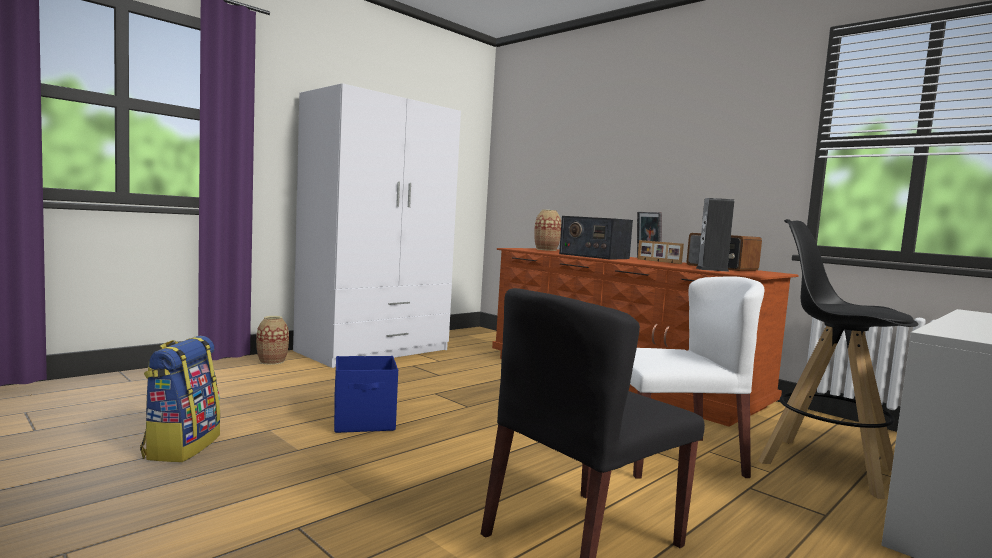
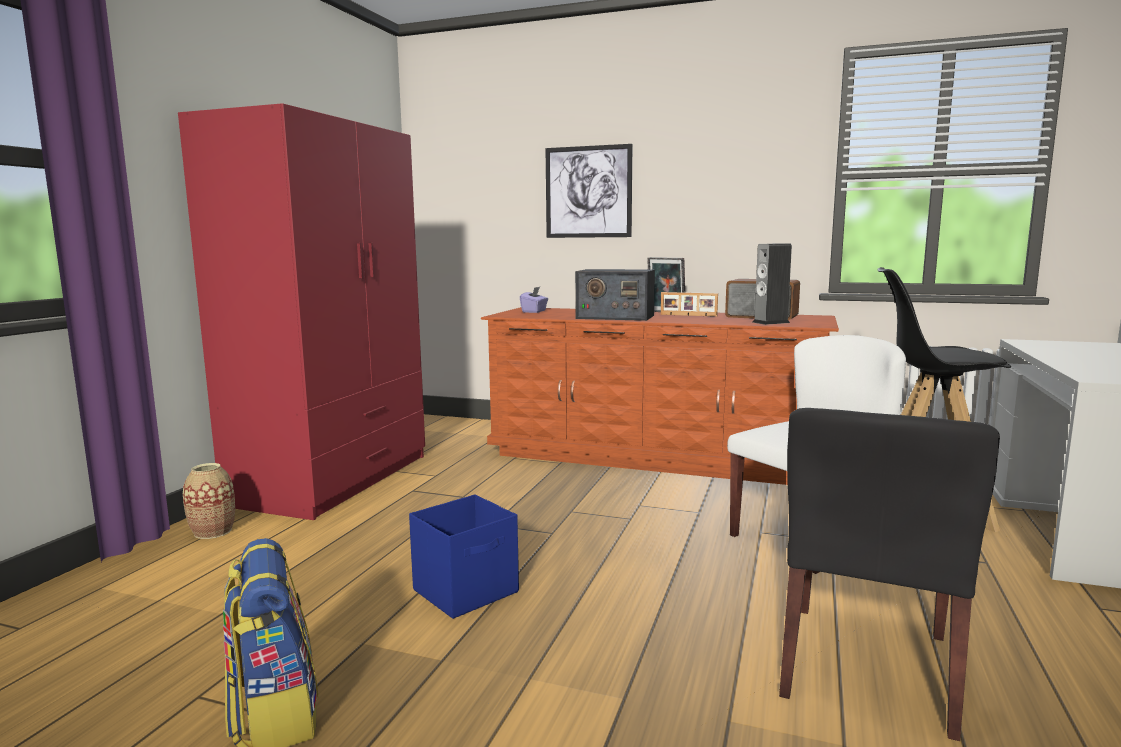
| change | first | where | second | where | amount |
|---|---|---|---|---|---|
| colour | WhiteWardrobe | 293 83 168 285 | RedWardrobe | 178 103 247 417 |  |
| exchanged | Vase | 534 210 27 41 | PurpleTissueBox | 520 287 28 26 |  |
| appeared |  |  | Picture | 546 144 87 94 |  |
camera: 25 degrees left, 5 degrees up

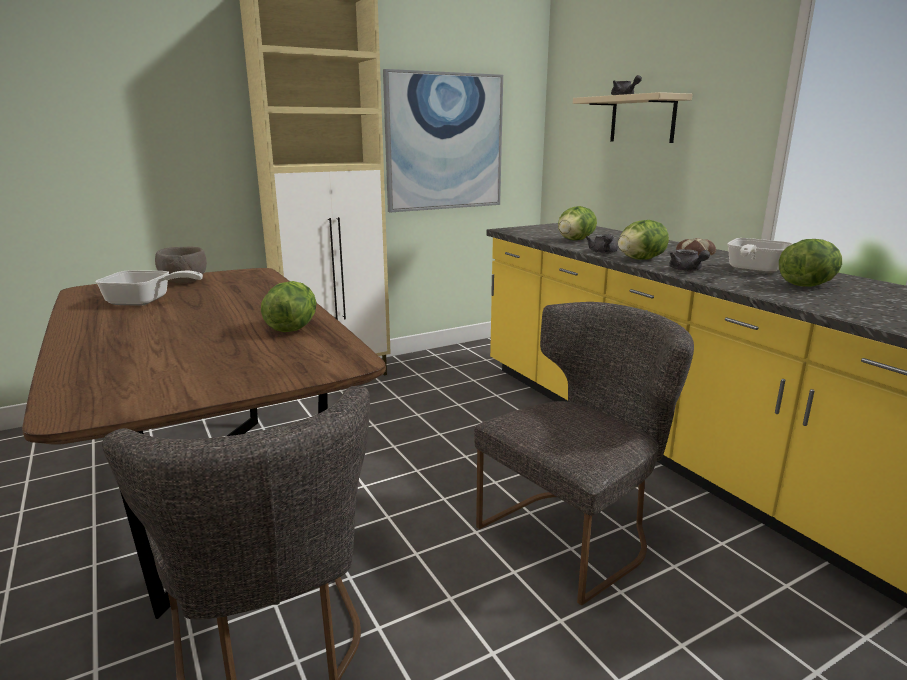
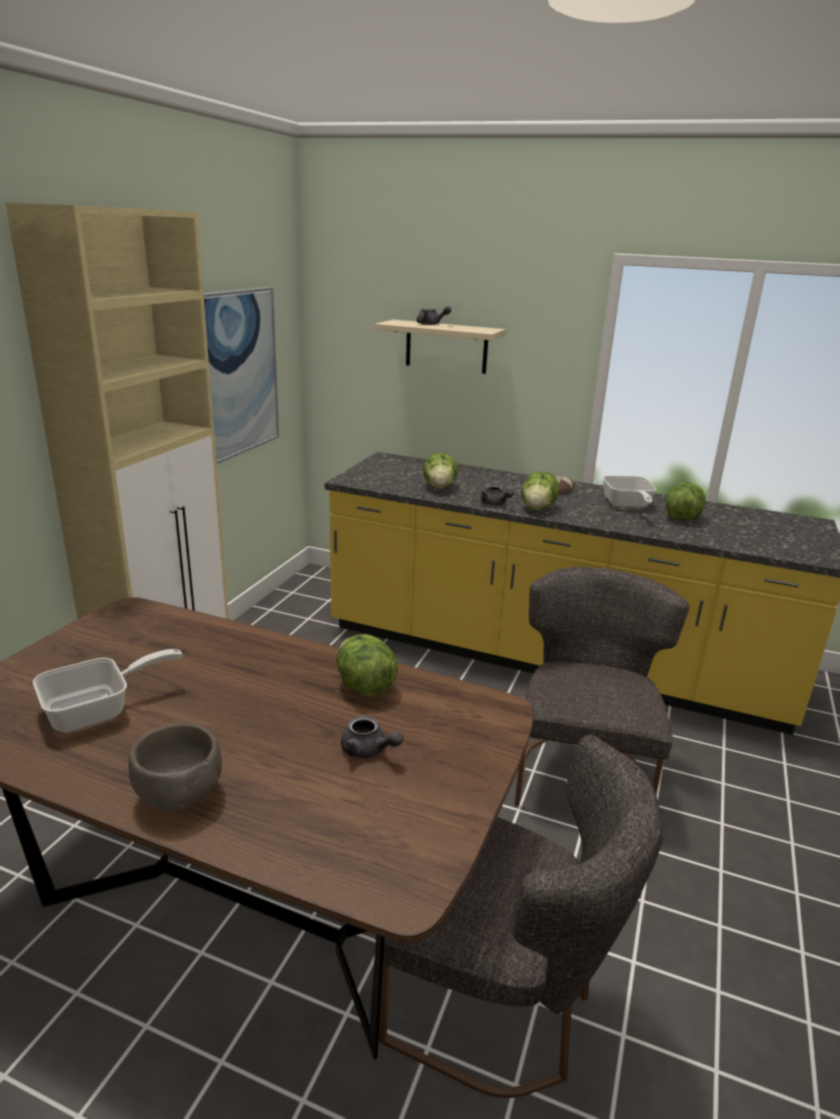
| change | first | where | second | where | amount |
|---|---|---|---|---|---|
| relocated | BrownBowl | 155 247 52 36 |  | 128 723 94 88 |  |
| relocated | GreyTeapot | 669 249 41 22 |  | 341 716 62 42 |  |
camera: 40 degrees left, 5 degrees up

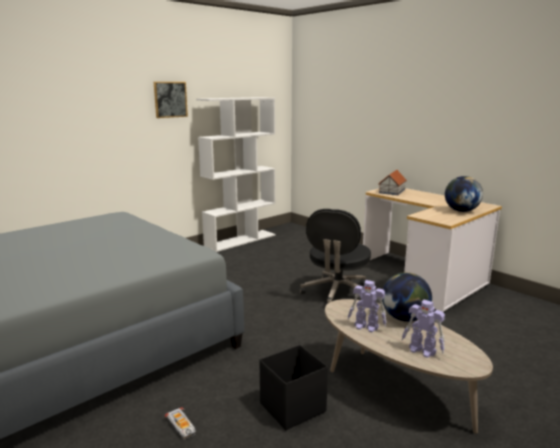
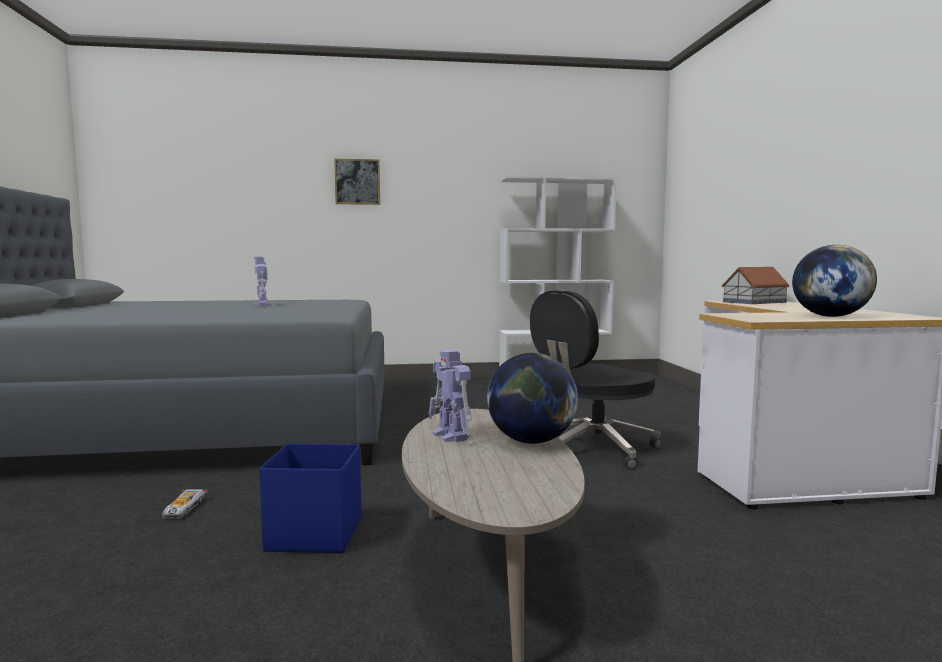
| change | first | where | second | where | amount |
|---|---|---|---|---|---|
| relocated | Picture | 154 82 34 36 |  | 334 159 46 46 |  |
| relocated | ToyRobot | 402 300 43 58 |  | 254 257 17 49 |  |
| colour | BlackStorageBox | 260 345 68 85 | BlueStorageBox | 259 444 103 109 |  |
camera: 35 degrees right, 10 degrees down

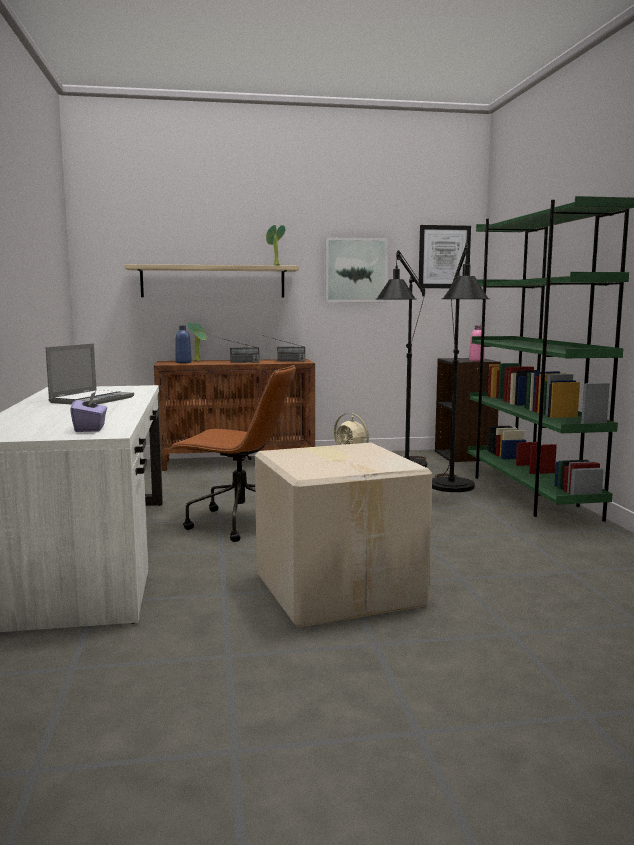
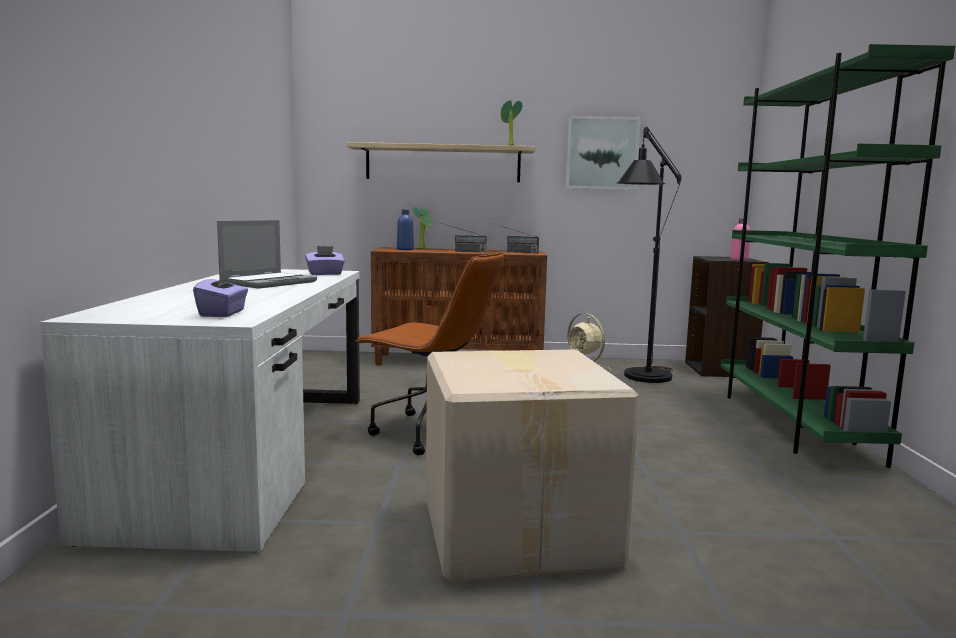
| change | first | where | second | where | amount |
|---|---|---|---|---|---|
| missing | Picture | 418 225 53 63 |  |  |  |
| missing | BlackFloorLamp | 432 243 58 249 |  |  |  |
| appeared |  |  | PurpleTissueBox | 305 246 40 29 |  |
camera: 10 degrees right, 0 degrees up

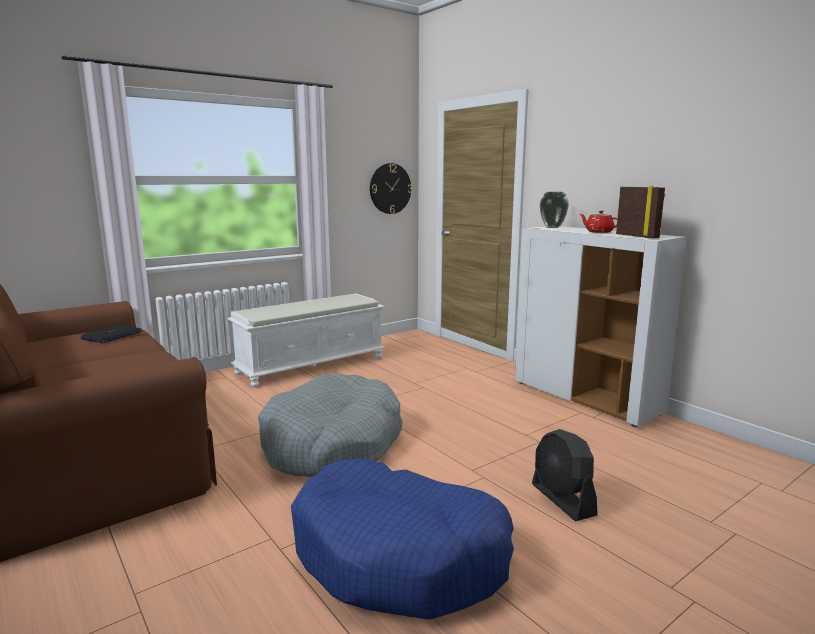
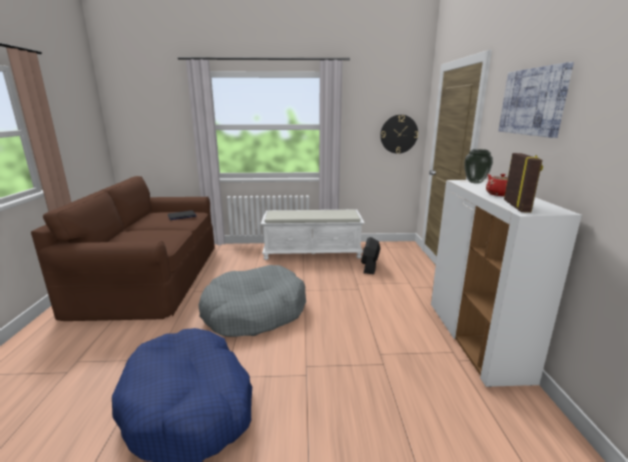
| change | first | where | second | where | amount |
|---|---|---|---|---|---|
| relocated | BlackFan | 532 429 65 92 |  | 361 237 19 37 |  |
| appeared |  |  | Picture | 498 62 76 76 |  |
camera: 35 degrees right, 5 degrees up

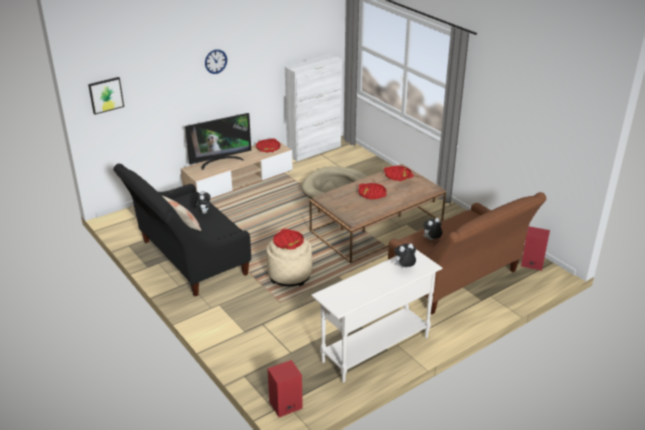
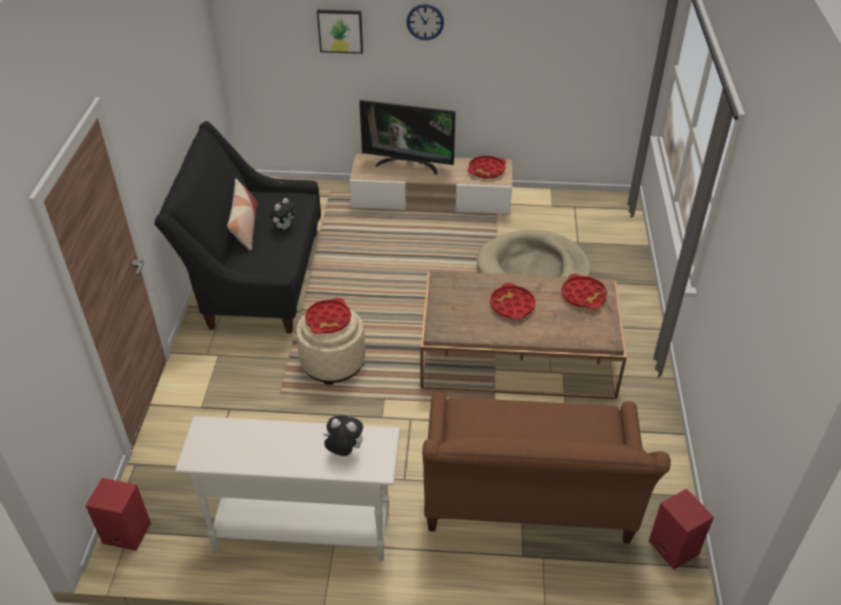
| change | first | where | second | where | amount |
|---|---|---|---|---|---|
| missing | WhiteCabinet | 285 54 57 107 |  |  |  |
| relocated | Picture | 88 77 36 38 |  | 317 10 46 44 |  |
| missing | PlushToy | 423 218 19 22 |  |  |  |
camera: 40 degrees right, 10 degrees up

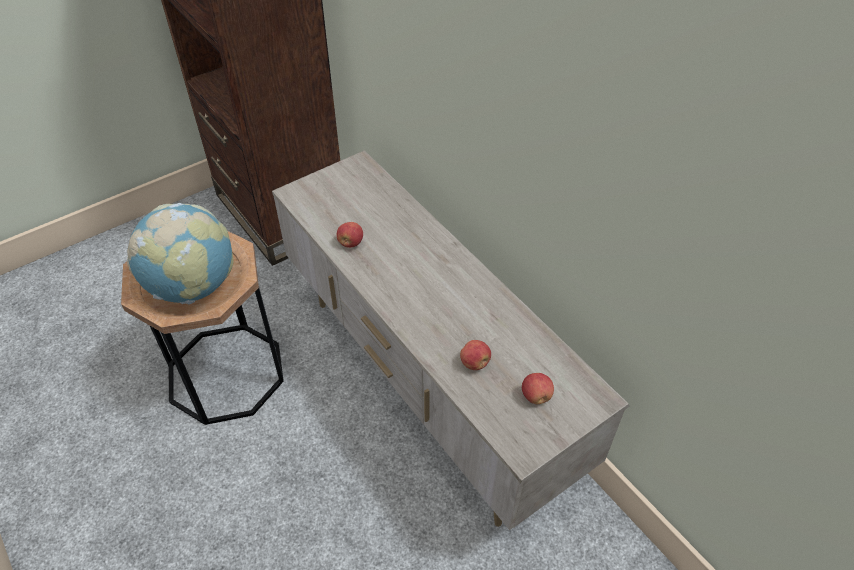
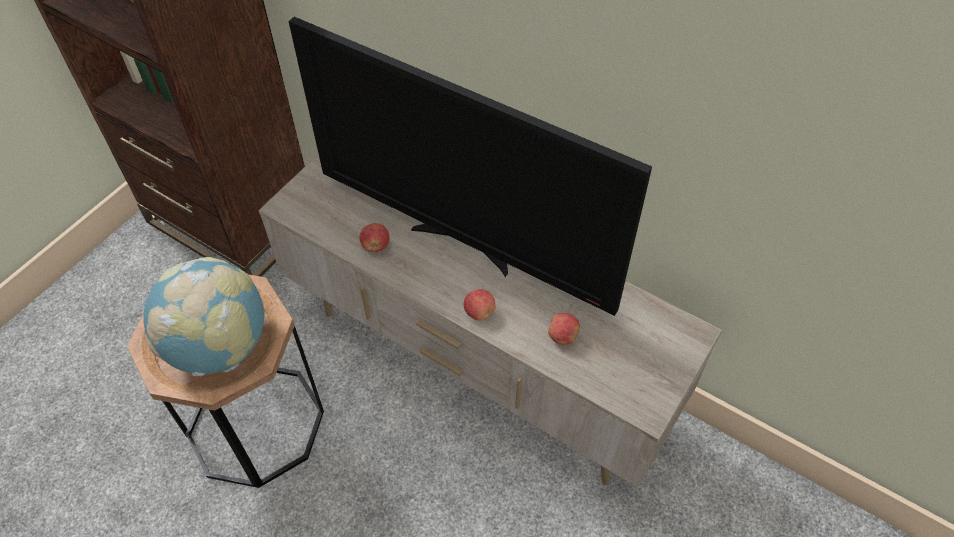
| change | first | where | second | where | amount |
|---|---|---|---|---|---|
| relocated | Apple | 522 373 32 31 |  | 464 289 32 31 |  |
| appeared |  |  | Television | 289 17 363 299 |  |
camera: 20 degrees left, 5 degrees up

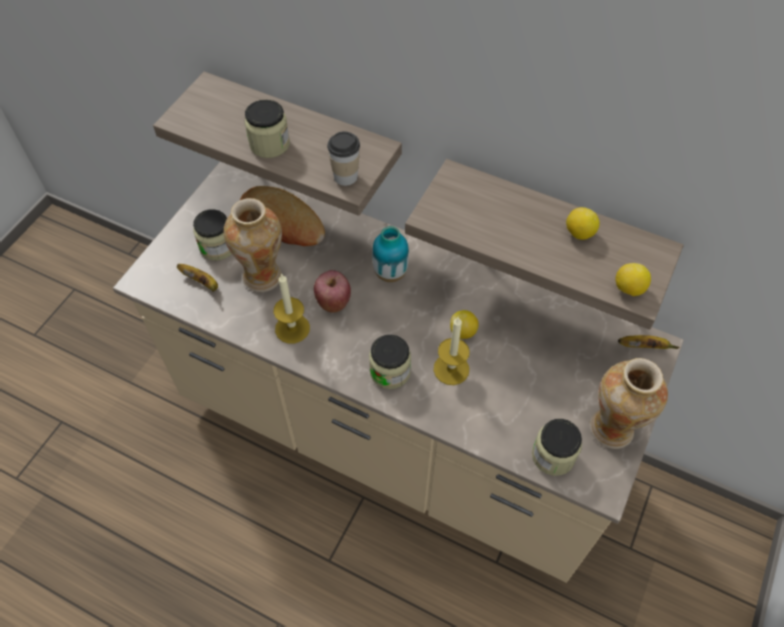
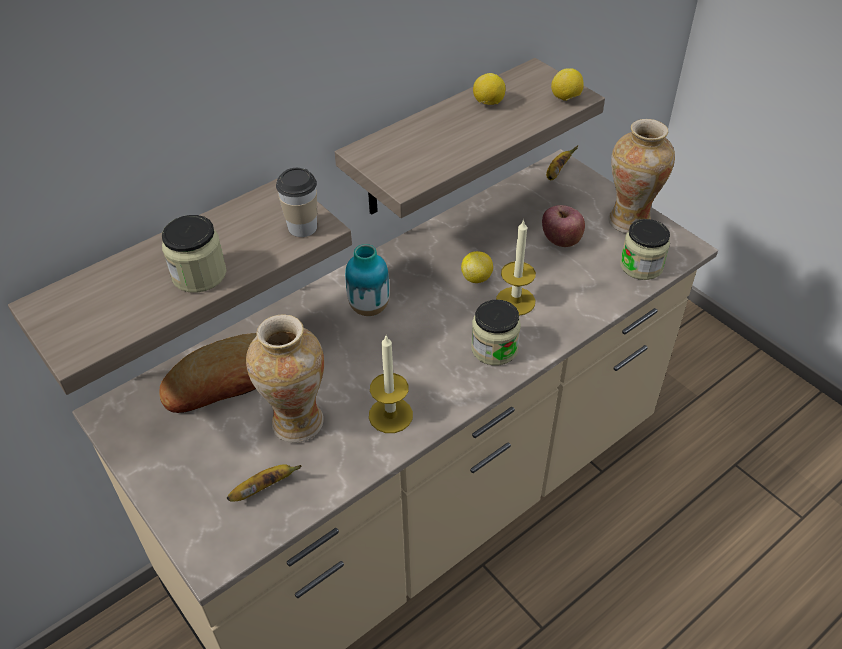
| change | first | where | second | where | amount |
|---|---|---|---|---|---|
| missing | Jar | 193 209 39 52 |  |  |  |
| relocated | Apple | 314 270 37 43 |  | 542 205 43 42 |  |
camera: 65 degrees left, 10 degrees down

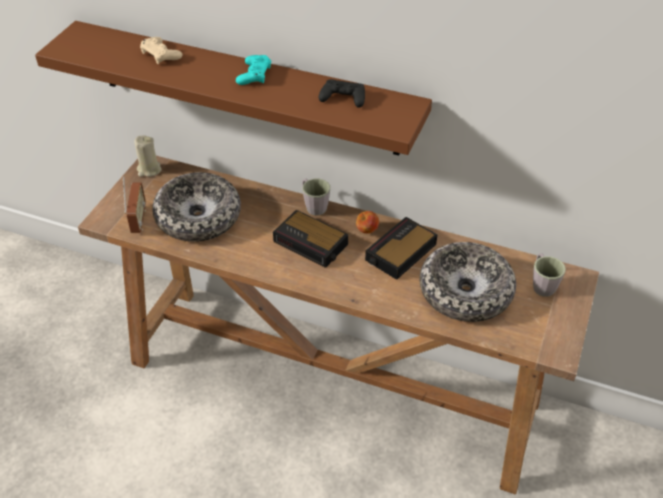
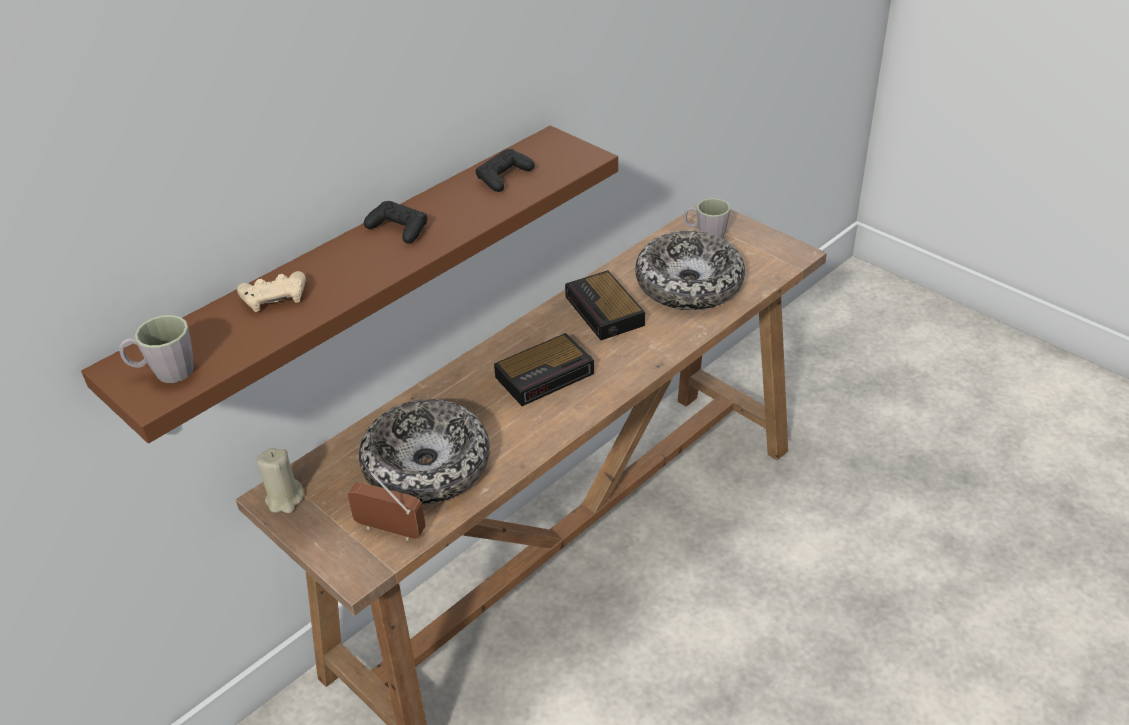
| change | first | where | second | where | amount |
|---|---|---|---|---|---|
| colour | TurquoiseGameController | 236 55 35 30 | BlackGameController | 364 201 63 43 |  |
| relocated | GreyMug | 302 179 28 37 |  | 119 315 75 68 |  |
| missing | Apple | 356 211 23 22 |  |  |  |
camera: 65 degrees left, 5 degrees down

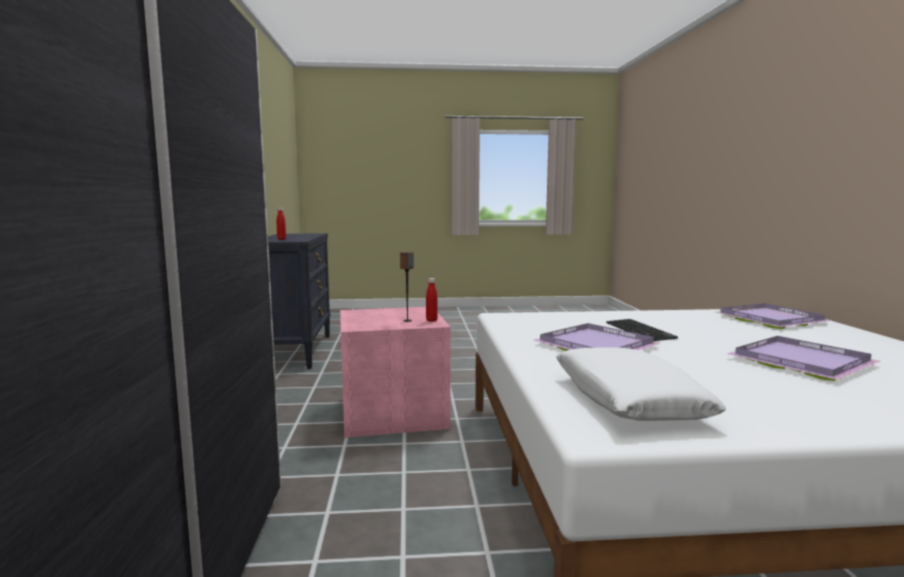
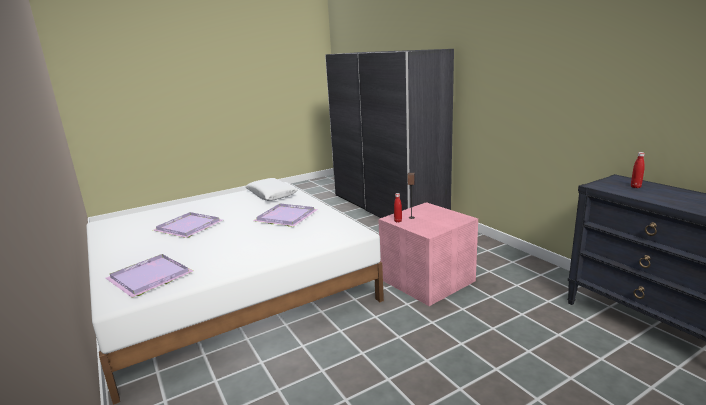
| change | first | where | second | where | amount |
|---|---|---|---|---|---|
| missing | Keyboard | 606 319 72 22 |  |  |  |
camera: 155 degrees right, 10 degrees up

